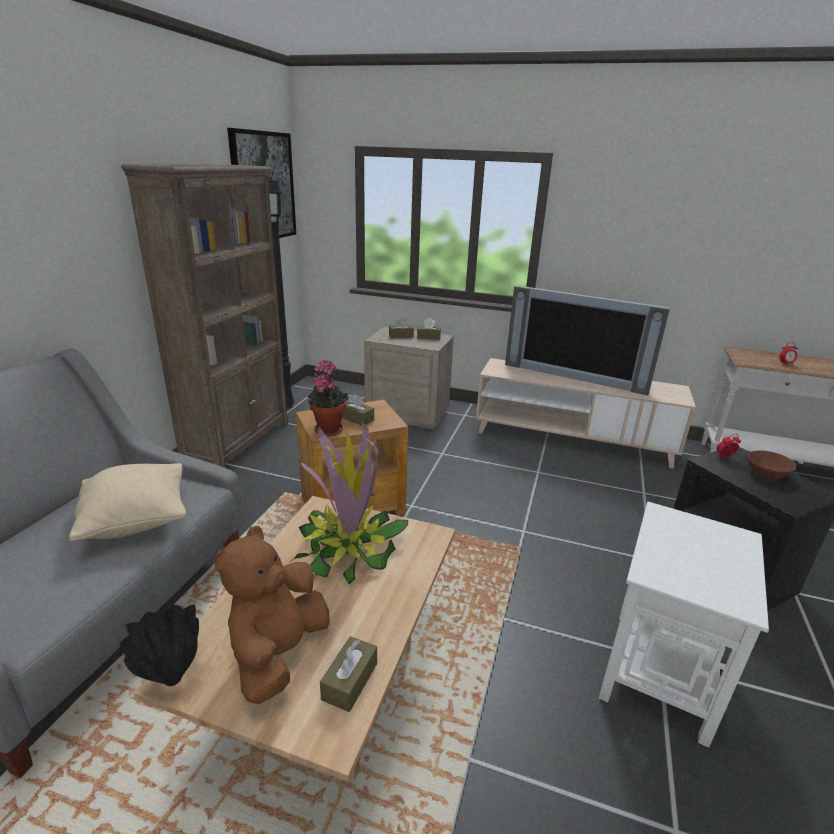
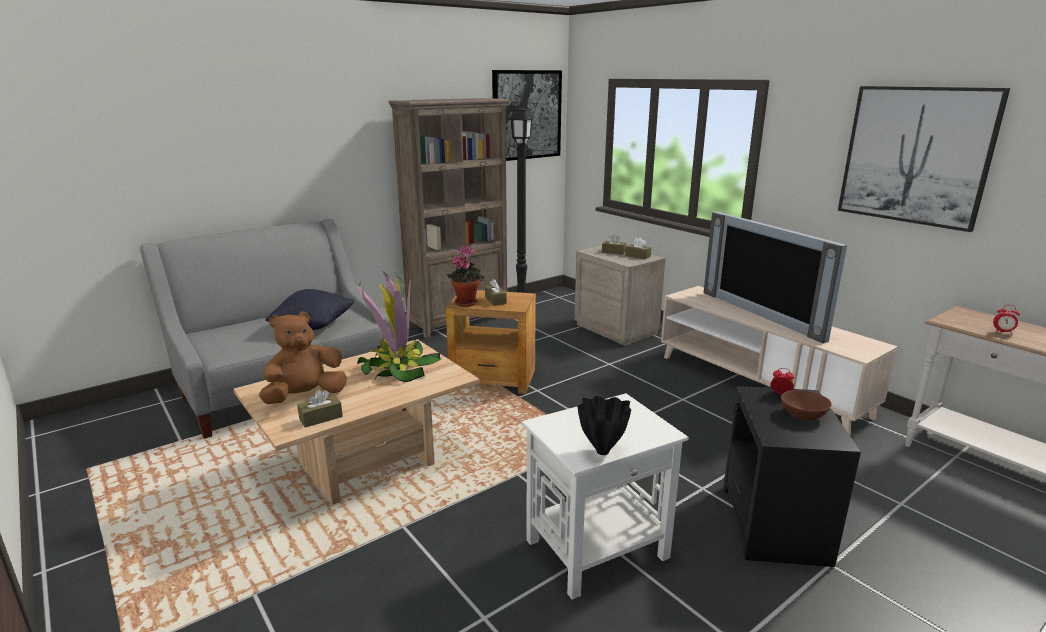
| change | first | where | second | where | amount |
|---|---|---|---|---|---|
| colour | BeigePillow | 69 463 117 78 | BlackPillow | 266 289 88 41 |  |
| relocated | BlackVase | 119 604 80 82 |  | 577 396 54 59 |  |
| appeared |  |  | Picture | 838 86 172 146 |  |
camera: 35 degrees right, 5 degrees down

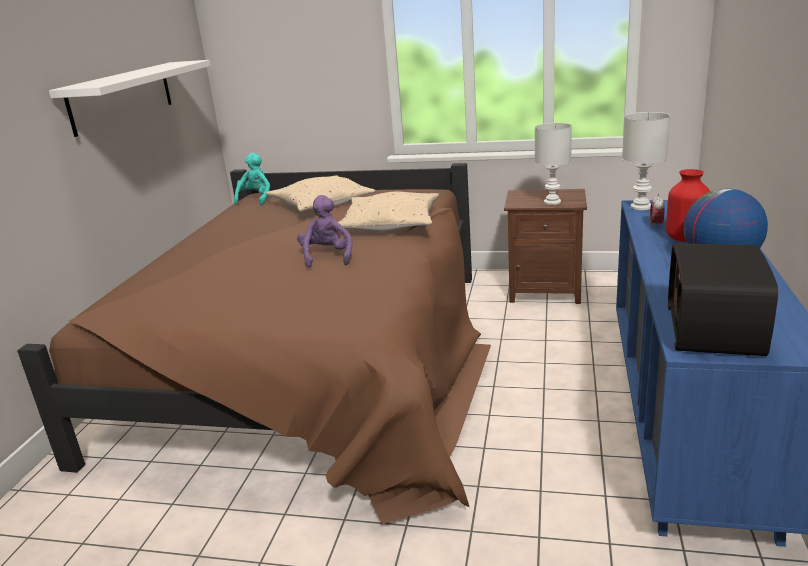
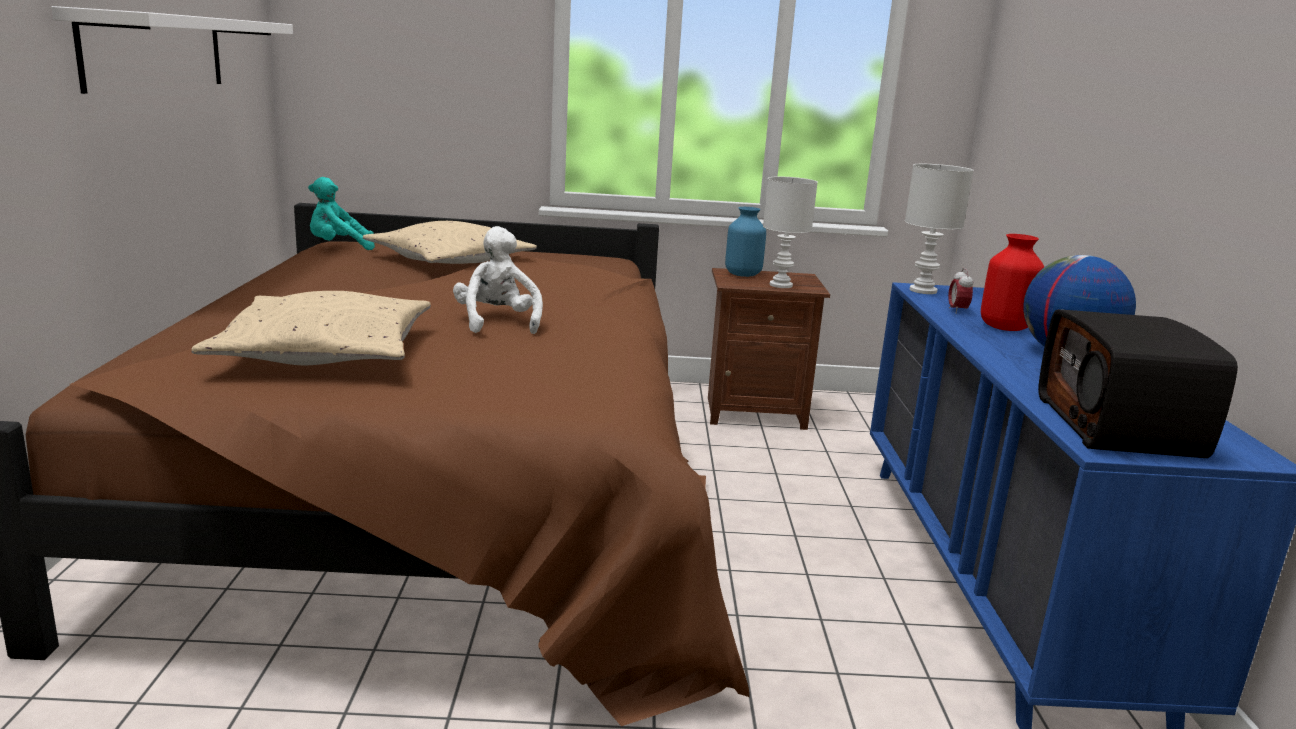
| change | first | where | second | where | amount |
|---|---|---|---|---|---|
| spun | TurquoisePlushToy | 234 153 36 52 |  | 308 177 67 73 | 105 degrees counterclockwise |
| relocated | BeigePillow | 338 192 101 39 |  | 191 291 240 74 |  |
| colour | PurplePlushToy | 297 195 55 73 | WhitePlushToy | 453 226 90 108 |  |
| appeared |  |  | BlueVase | 725 207 41 70 |  |
camera: 15 degrees left, 5 degrees down

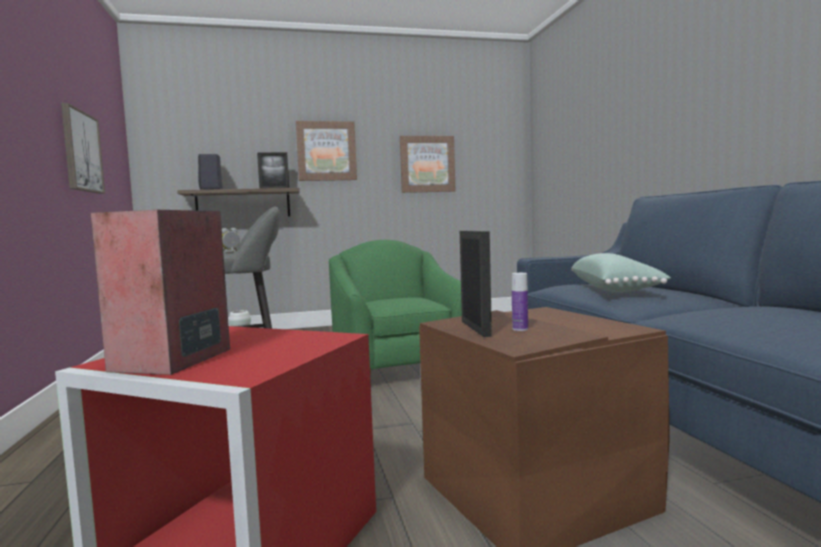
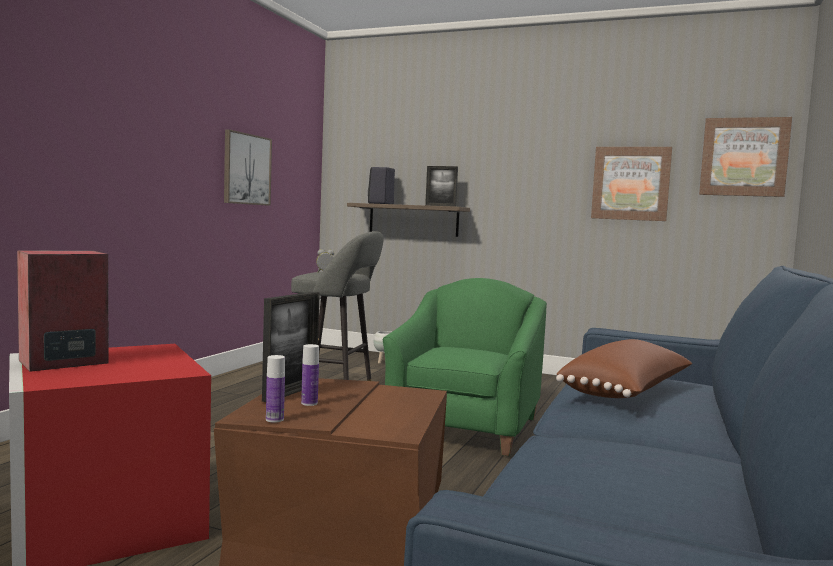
| change | first | where | second | where | amount |
|---|---|---|---|---|---|
| relocated | Picture | 296 121 61 60 |  | 699 117 93 80 |  |
| colour | GreenPillow | 571 253 100 39 | BrownPillow | 556 339 137 59 |  |
| appeared |  |  | Bottle | 266 355 19 68 |  |
camera: 35 degrees right, 0 degrees up

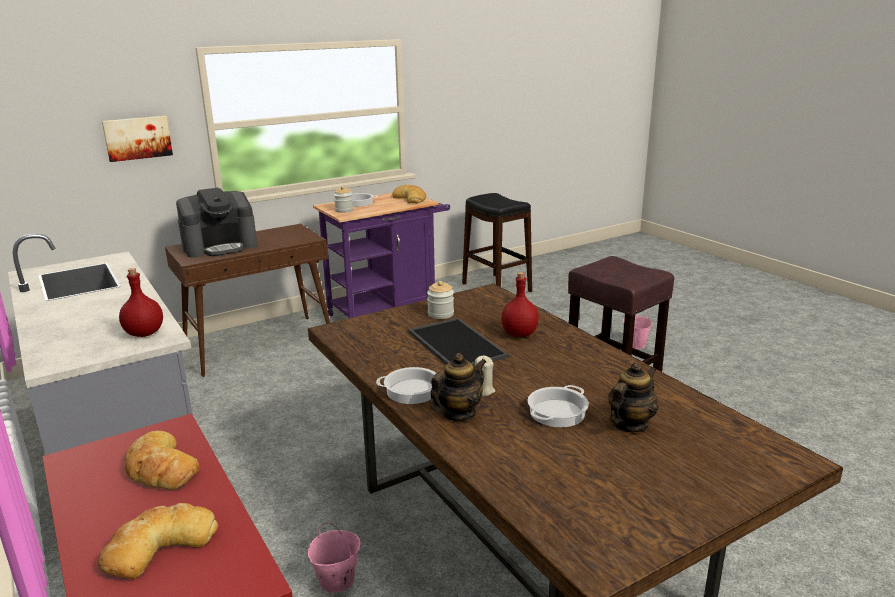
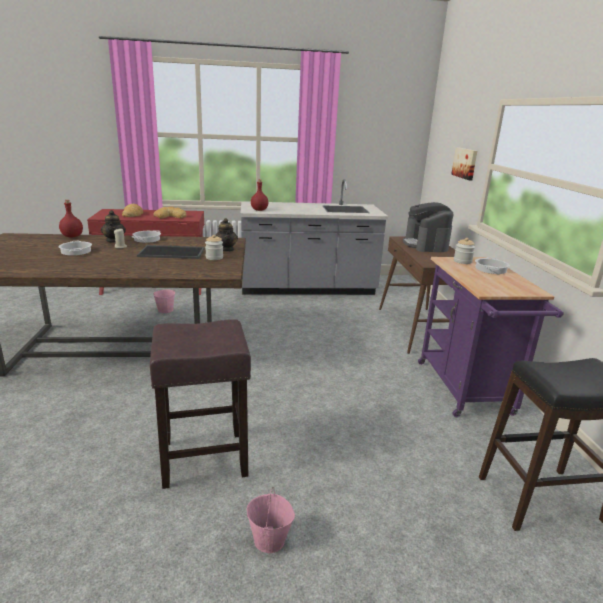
| change | first | where | second | where | amount |
|---|---|---|---|---|---|
| missing | Bread | 392 185 34 18 |  |  |  |
| relocated | RedBottle | 501 272 38 65 |  | 59 200 24 38 |  |
| relocated | Teapot | 608 362 51 70 |  | 216 218 22 34 |  |
camera: 115 degrees right, 0 degrees up

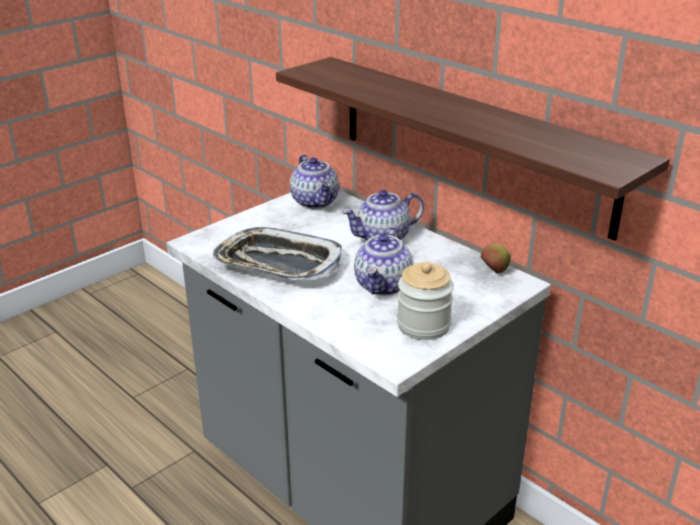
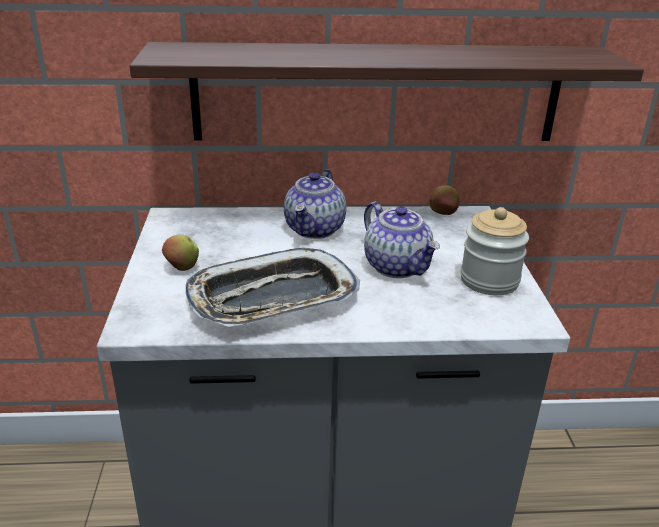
| change | first | where | second | where | amount |
|---|---|---|---|---|---|
| missing | Teapot | 290 155 49 54 |  |  |  |
| appeared |  |  | Apple | 162 235 37 36 |  |
camera: 50 degrees left, 0 degrees up

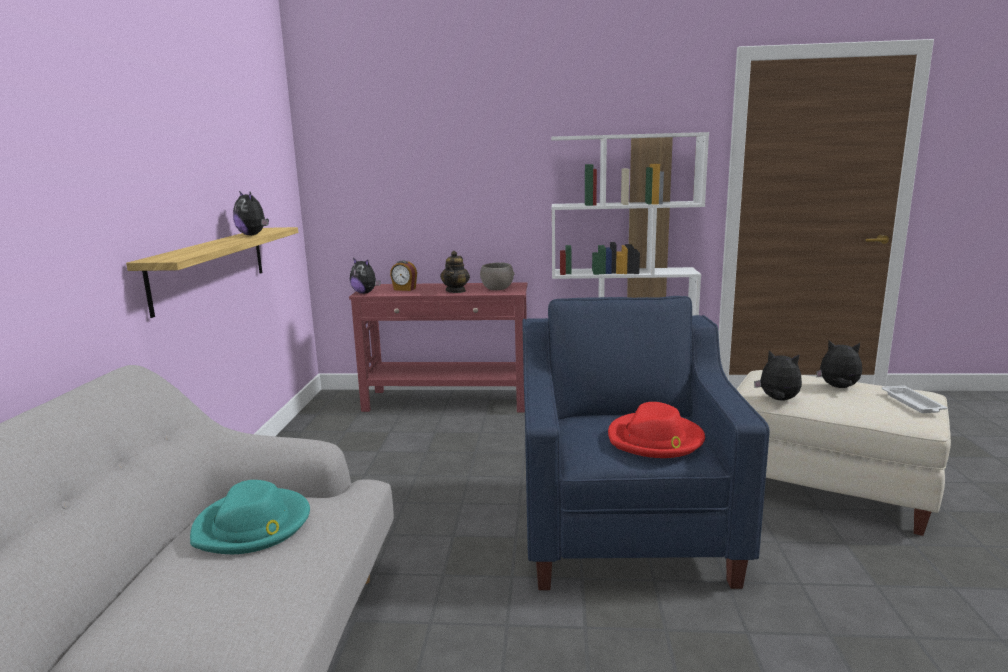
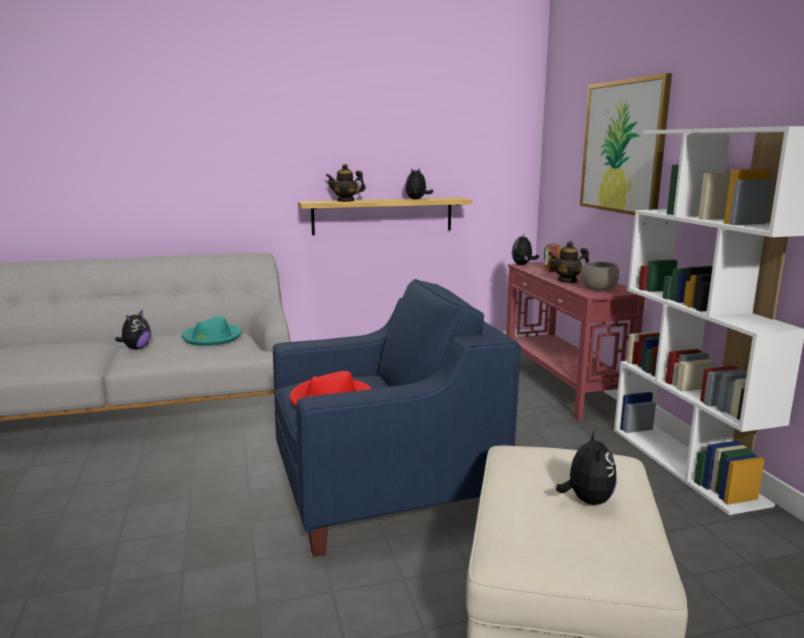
| change | first | where | second | where | amount |
|---|---|---|---|---|---|
| relocated | PlushToy | 754 350 48 51 |  | 115 310 36 40 |  |
| missing | WhiteTray | 882 385 65 28 |  |  |  |
| appeared |  |  | Picture | 580 73 92 142 |  |
| appeared |  |  | Teapot | 326 164 40 38 |  |
camera: 70 degrees right, 0 degrees up

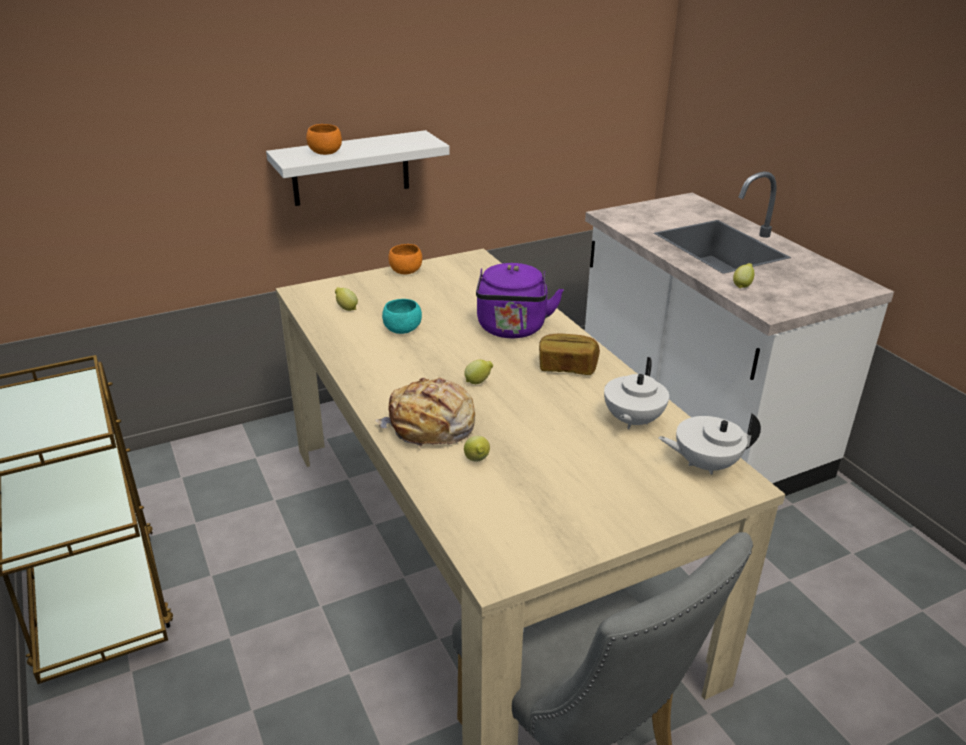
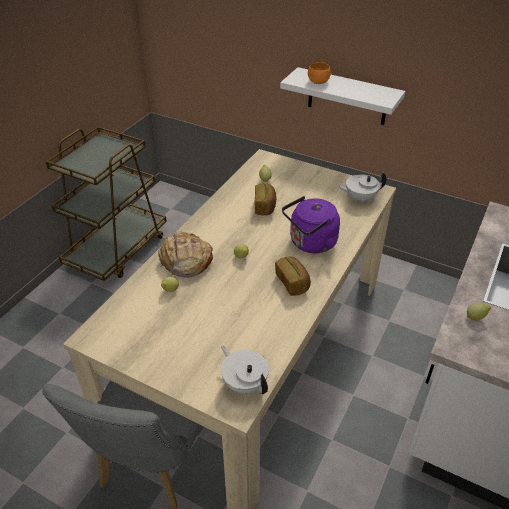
| change | first | where | second | where | amount |
|---|---|---|---|---|---|
| missing | OrangeBowl | 388 244 34 30 |  |  |  |
| exchanged | TurquoiseBowl | 382 299 40 35 | Bread | 255 183 21 33 |  |
| relocated | WhiteTeapot | 604 357 65 72 |  | 337 172 50 31 |  |
camera: 55 degrees right, 10 degrees up

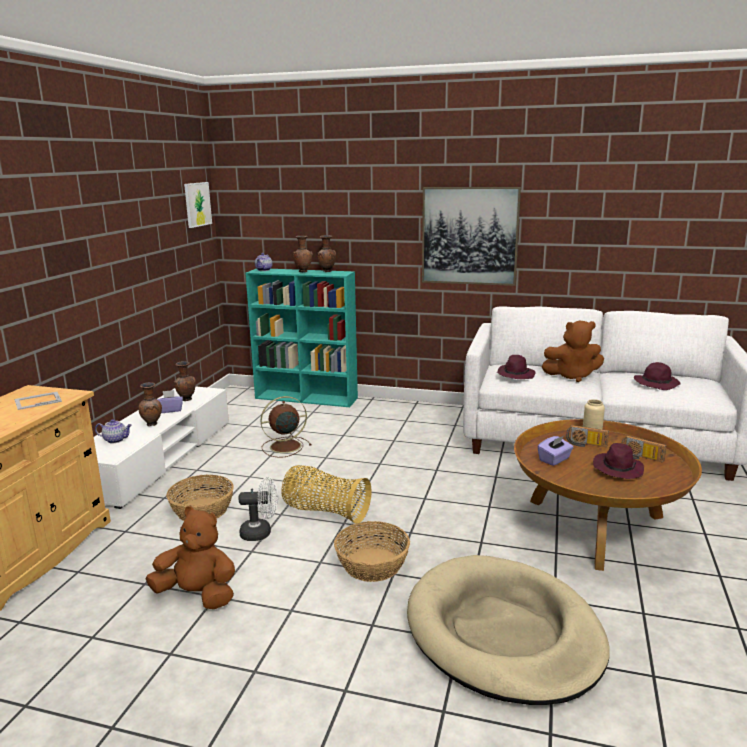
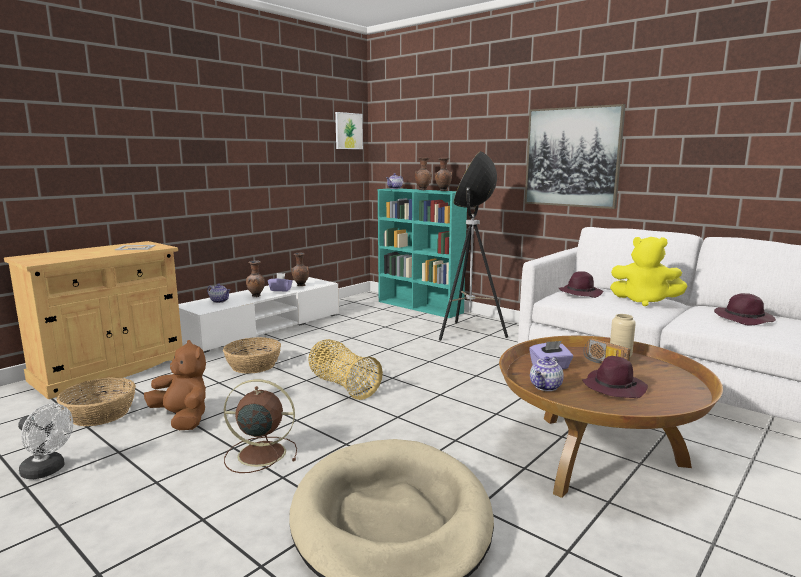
| change | first | where | second | where | amount |
|---|---|---|---|---|---|
| colour | BrownPlushToy | 541 321 63 61 | YellowPlushToy | 610 237 77 69 |  |
| relocated | BrownFan | 261 396 51 62 |  | 224 379 73 94 |  |
| missing | Radio | 622 436 44 26 |  |  |  |
| relocated | WhiteFan | 239 477 39 64 |  | 18 403 55 76 |  |
| relocated | Basket | 334 521 76 61 |  | 57 378 79 48 |  |
| appeared |  |  | FloorLamp | 439 151 69 190 |  |
| appeared |  |  | Teapot | 530 356 34 35 |  |
camera: 25 degrees right, 5 degrees down

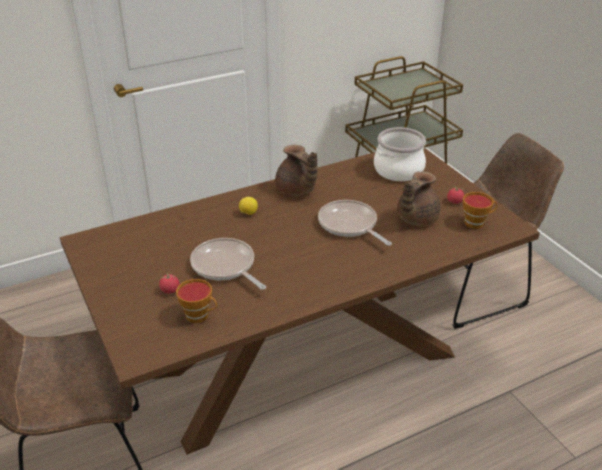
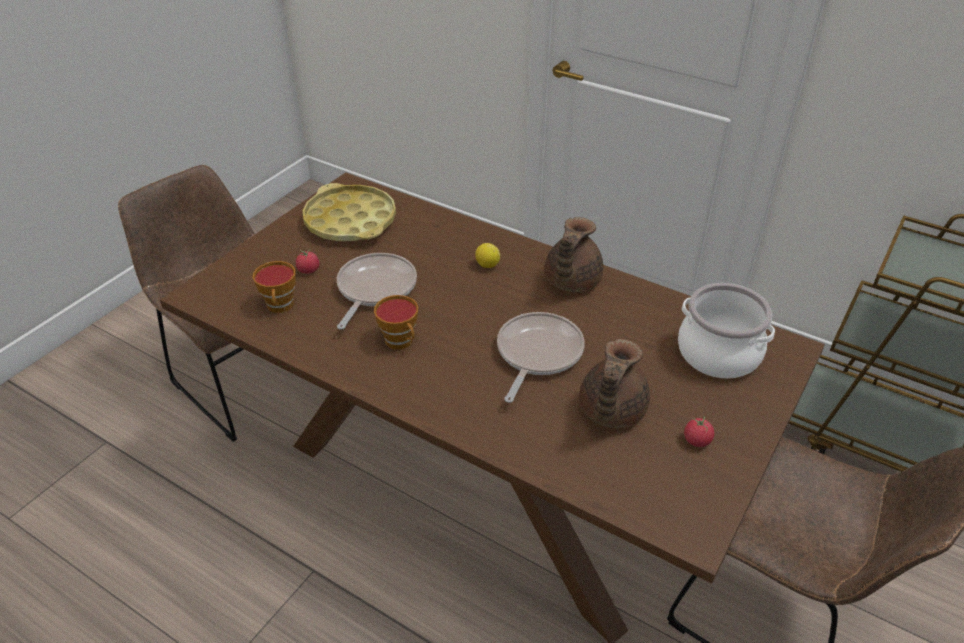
| change | first | where | second | where | amount |
|---|---|---|---|---|---|
| spun | BrownTeapot | 397 171 43 55 |  | 579 339 71 89 | 75 degrees counterclockwise |
| relocated | Cup | 463 192 34 37 |  | 374 295 45 55 |  |
| appeared |  |  | YellowTray | 302 183 94 58 |  |
camera: 60 degrees right, 5 degrees up

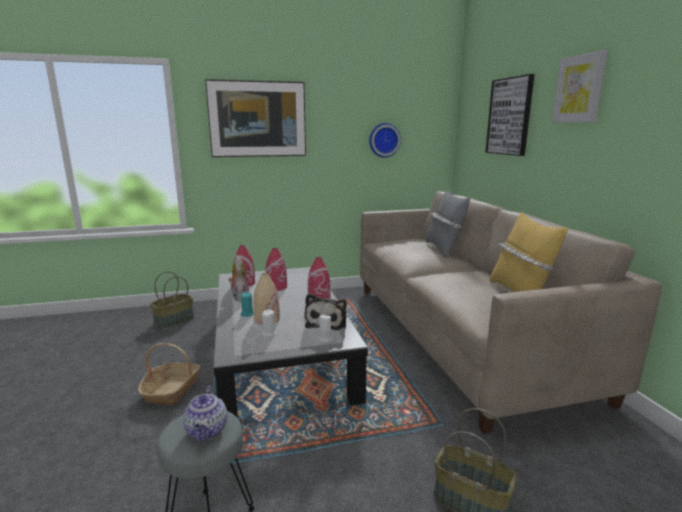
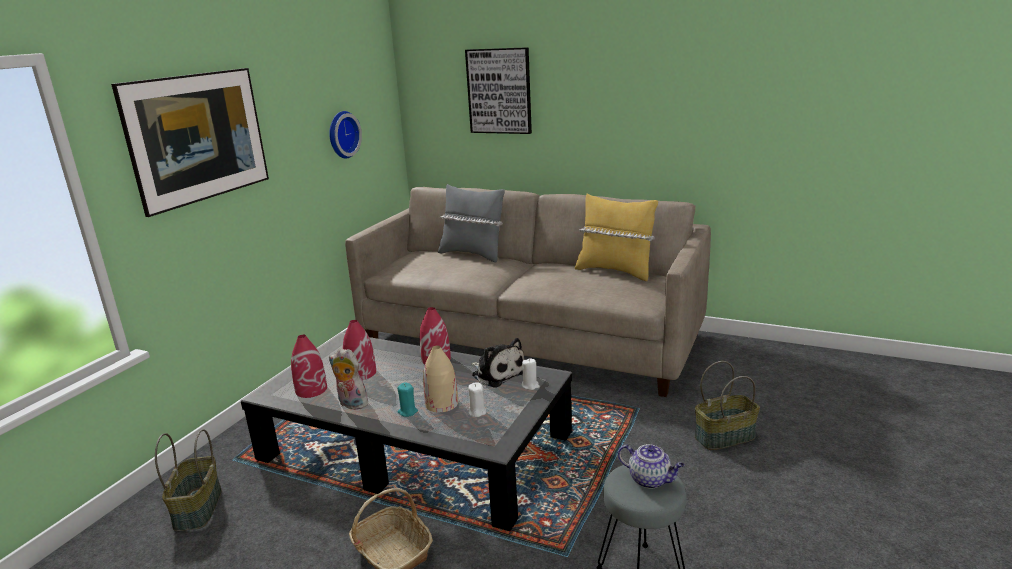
| change | first | where | second | where | amount |
|---|---|---|---|---|---|
| missing | Picture | 552 50 56 73 |  |  |  |
camera: 50 degrees left, 5 degrees up

